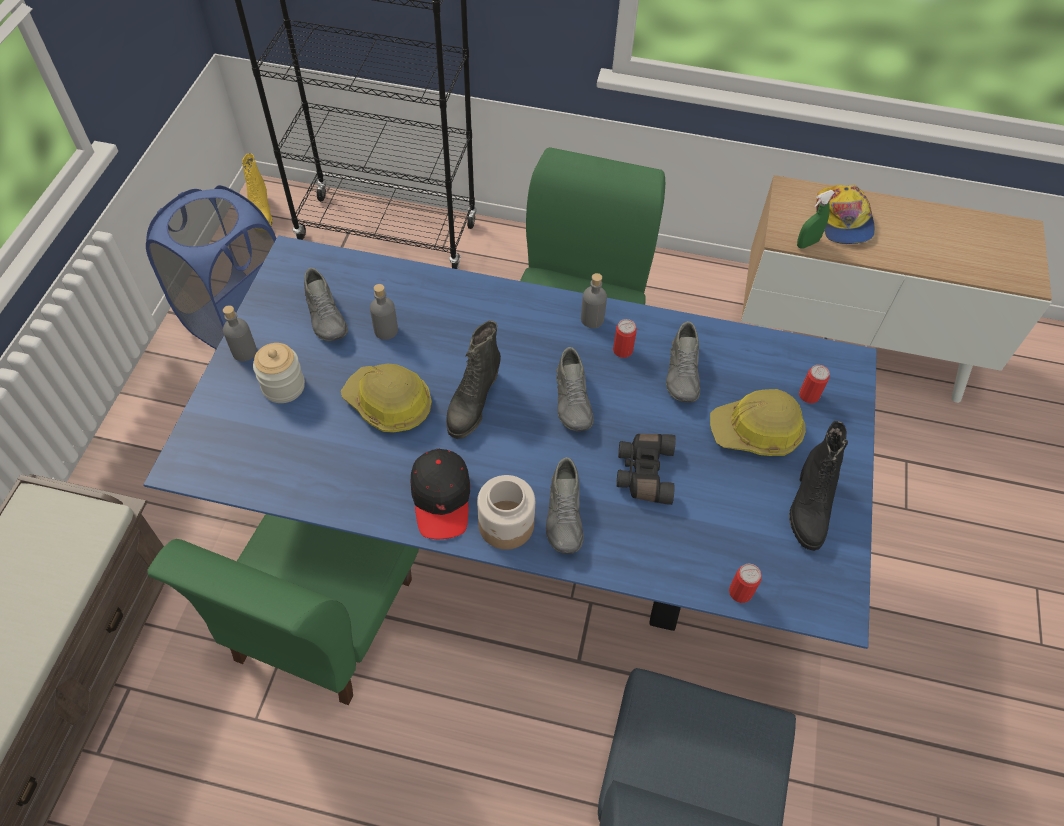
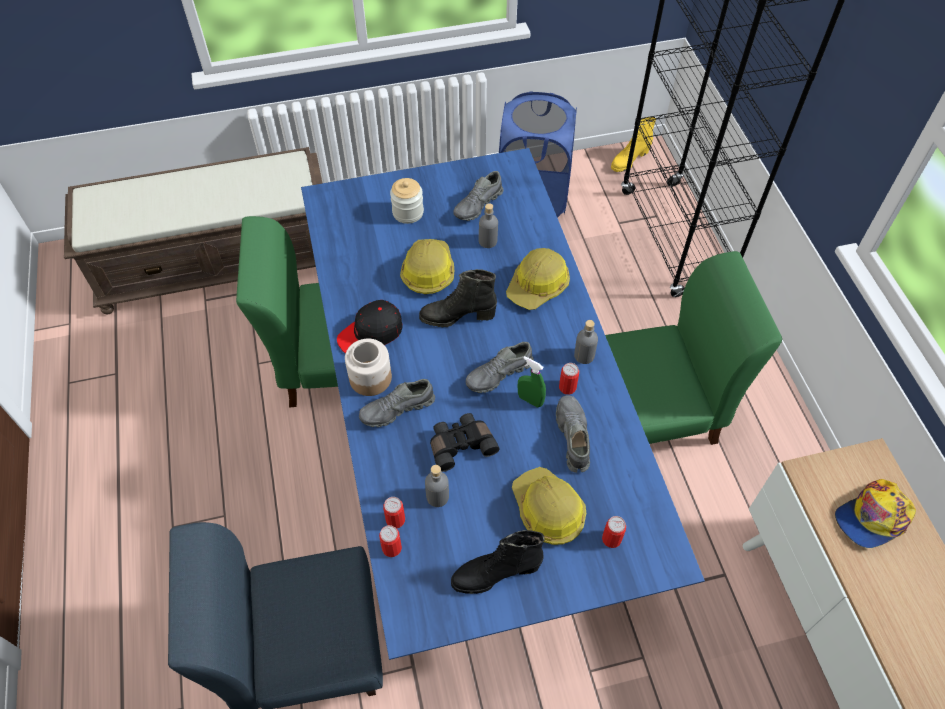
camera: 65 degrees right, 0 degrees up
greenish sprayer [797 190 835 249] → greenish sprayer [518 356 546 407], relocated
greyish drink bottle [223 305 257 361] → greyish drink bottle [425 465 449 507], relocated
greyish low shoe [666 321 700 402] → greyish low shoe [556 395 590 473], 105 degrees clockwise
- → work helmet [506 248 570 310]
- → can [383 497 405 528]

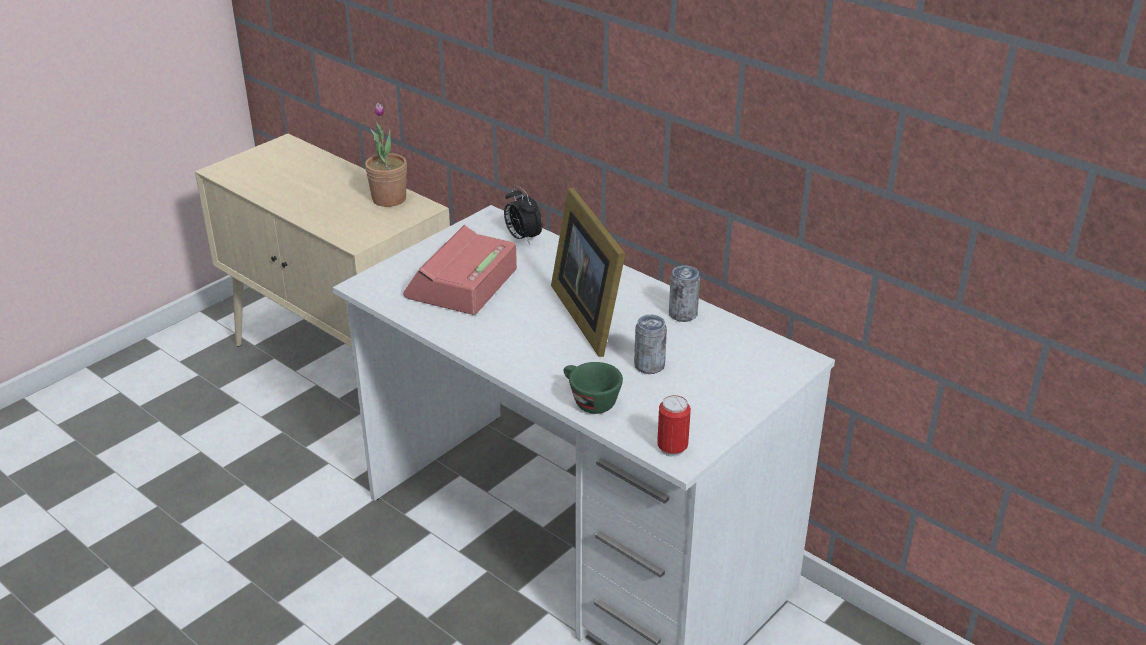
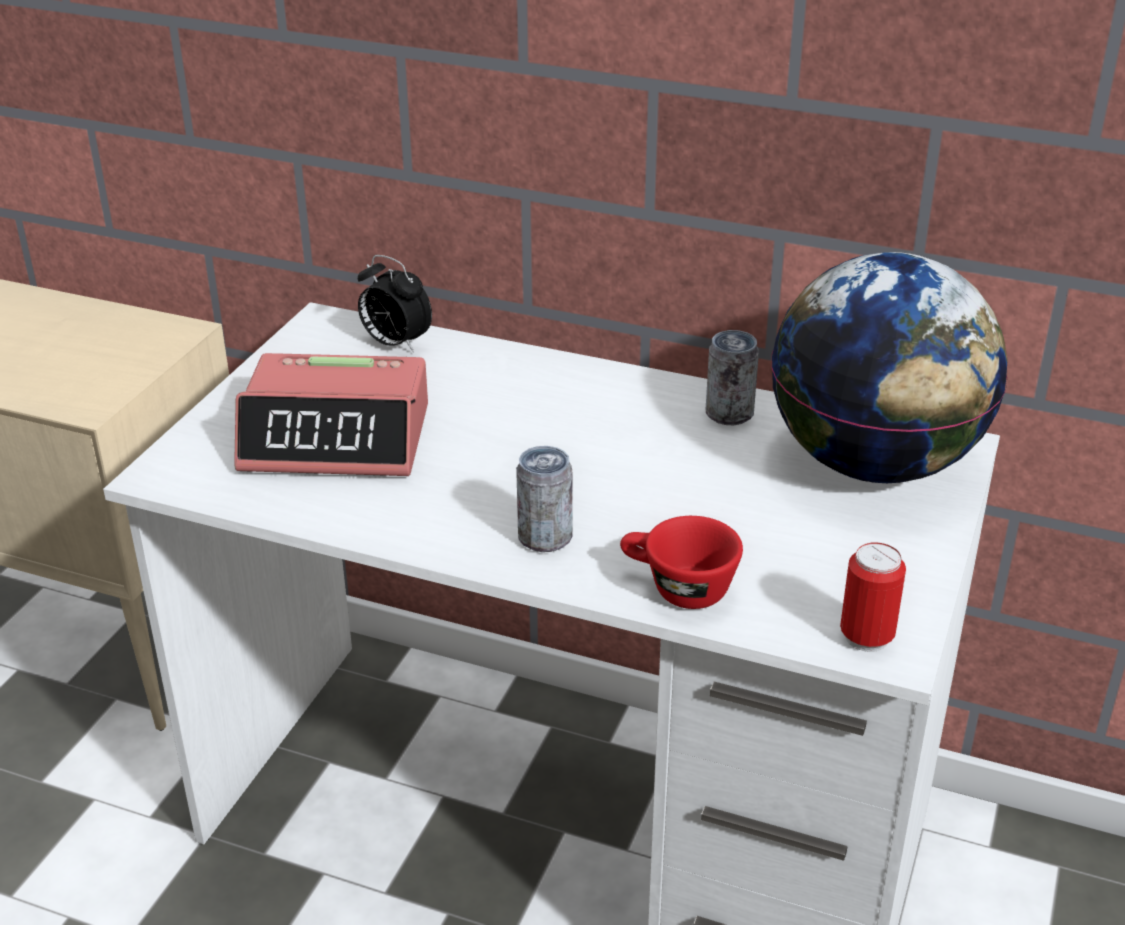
camera: 20 degrees left, 0 degrees up
houseplant [365 103 407 207] → -
photo frame [551 188 626 357] → -
table clock [403 225 517 315] → table clock [234 353 428 476], 90 degrees counterclockwise
can [634 315 667 374] → can [516 446 572 552], relocated
greenish drinking cup [564 362 623 414] → reddish drinking cup [620 516 743 609]
- → desk globe [771 252 1008 483]

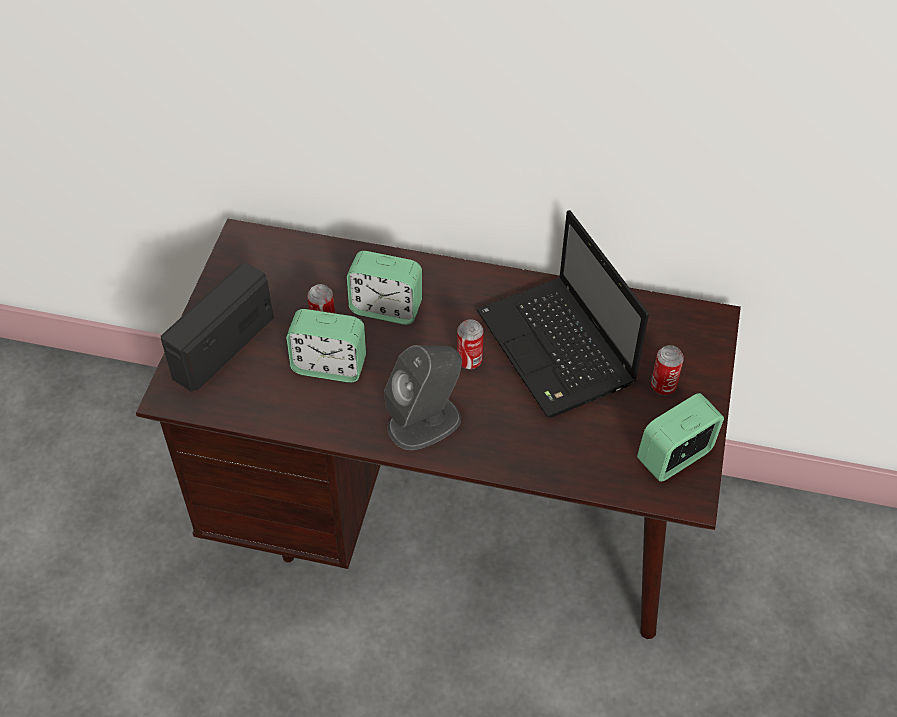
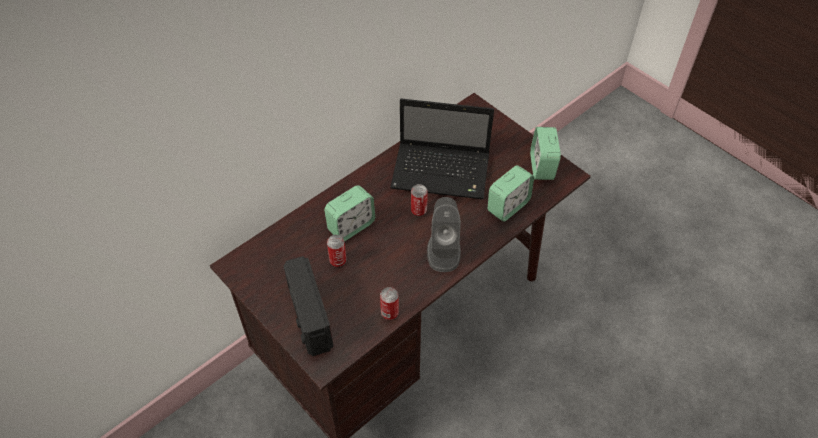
camera: 55 degrees left, 0 degrees up
table clock [286 309 366 382] → table clock [487 165 534 222], relocated
can [651 345 684 396] → can [380 287 399 320], relocated

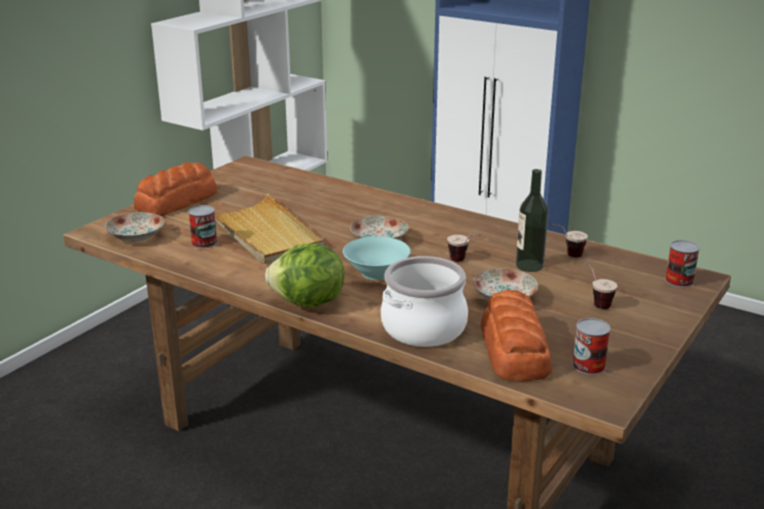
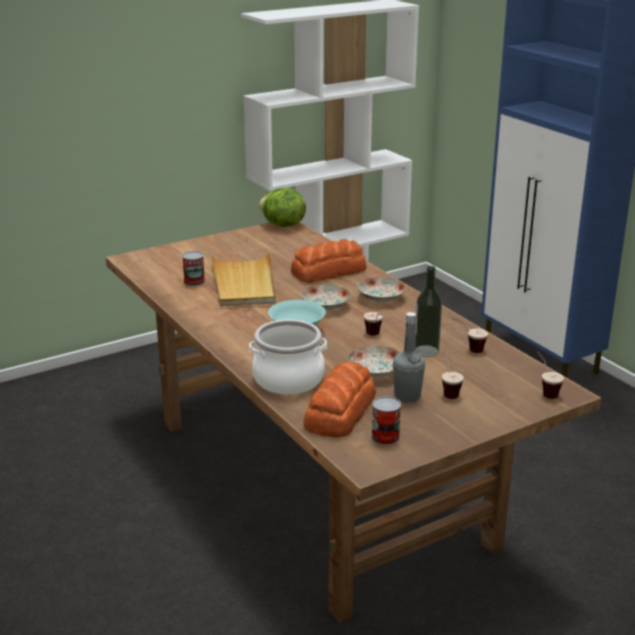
camera: 25 degrees right, 0 degrees up
bakery bread [134 162 218 216] → bakery bread [291 239 367 283], relocated
plate [105 212 164 242] → plate [357 277 406 303], relocated
can [665 240 700 287] → drinking cup [537 351 564 399]
head of lettuce [265 244 345 308] → head of lettuce [259 188 306 227], relocated
- → greyish drink bottle [393 312 425 403]

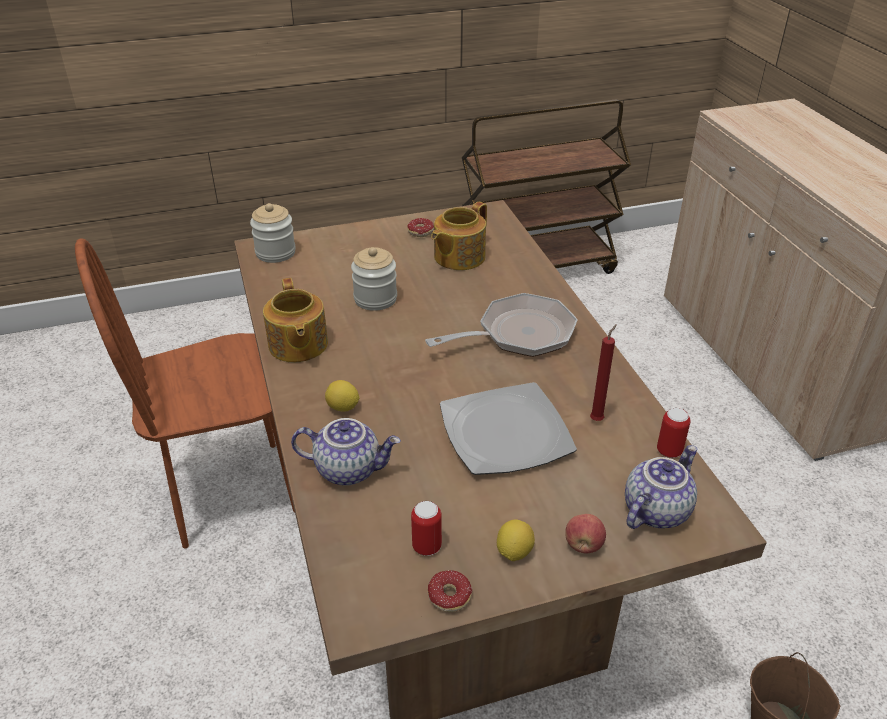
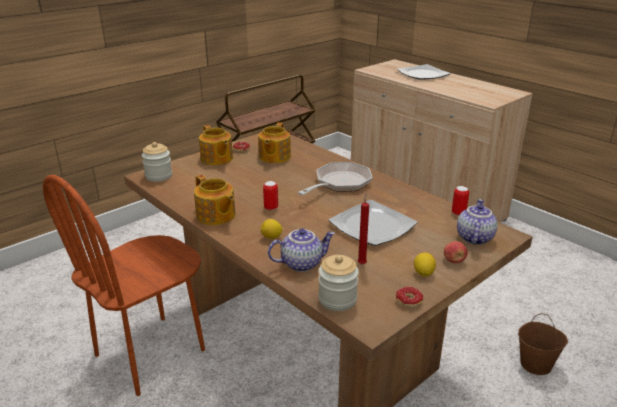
camera: 25 degrees left, 10 degrees down
storage jar [351 247 397 311] → storage jar [318 255 359 311], relocated
reddish candle [590 324 617 421] → reddish candle [358 193 369 264], relocated
can [411 501 442 556] → can [263 181 278 210], relocated
- → plate [397 64 451 79]
- → teapot [199 125 233 165]

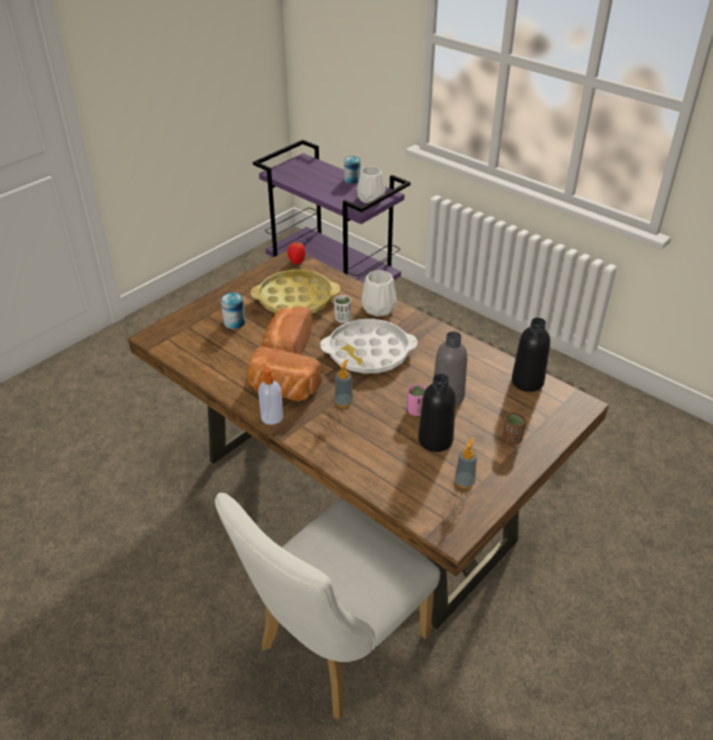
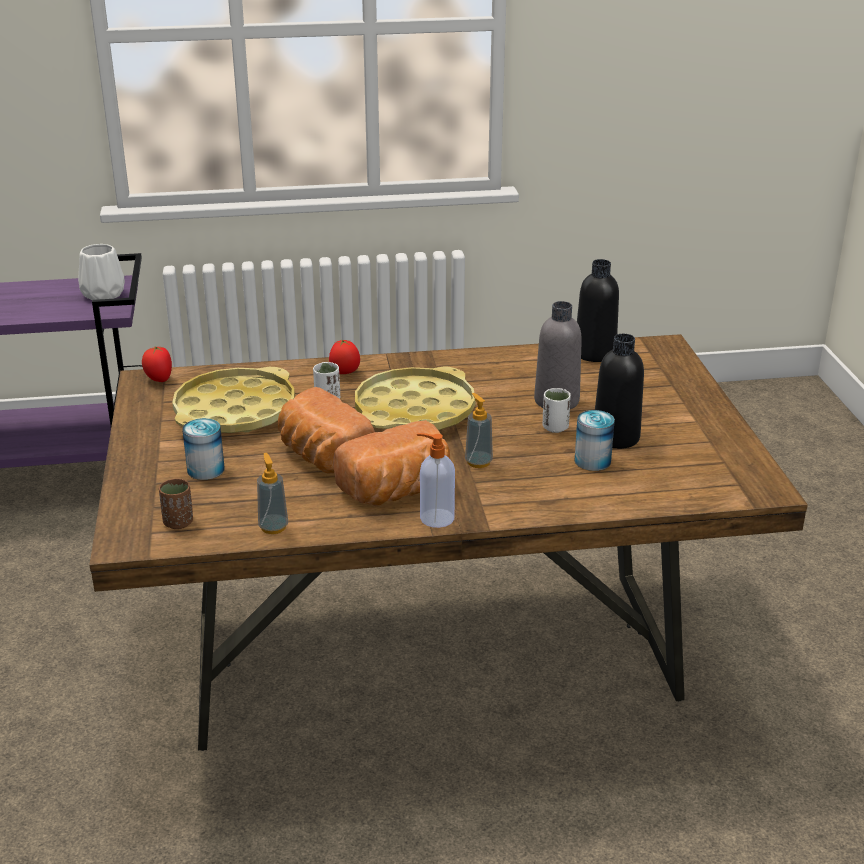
camera: 50 degrees left, 10 degrees down
can [344 156 360 184] → can [574 410 615 471], relocated
white-coloured decorative vase [361 270 397 317] → tomato [329 339 360 374]
white-coloured serving tray [320 319 417 374] → yellowish serving tray [355 366 475 430]
pink drinking cup [407 384 426 416] → white-coloured drinking cup [543 388 571 433]
brown drinking cup [502 412 526 445] → brown drinking cup [159 479 193 529], relocated
liquid soap bottle [454 437 477 489] → liquid soap bottle [257 453 288 534], relocated
white-coloured chair [215 493 440 719] → -

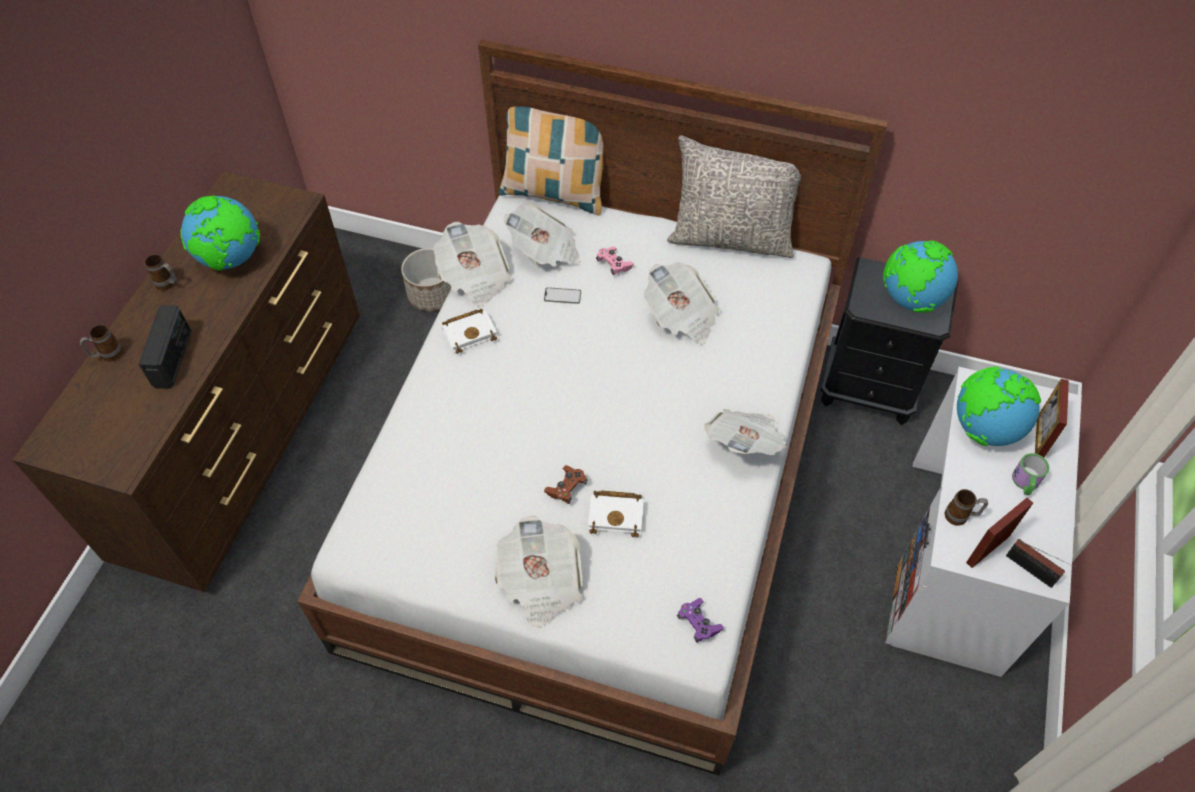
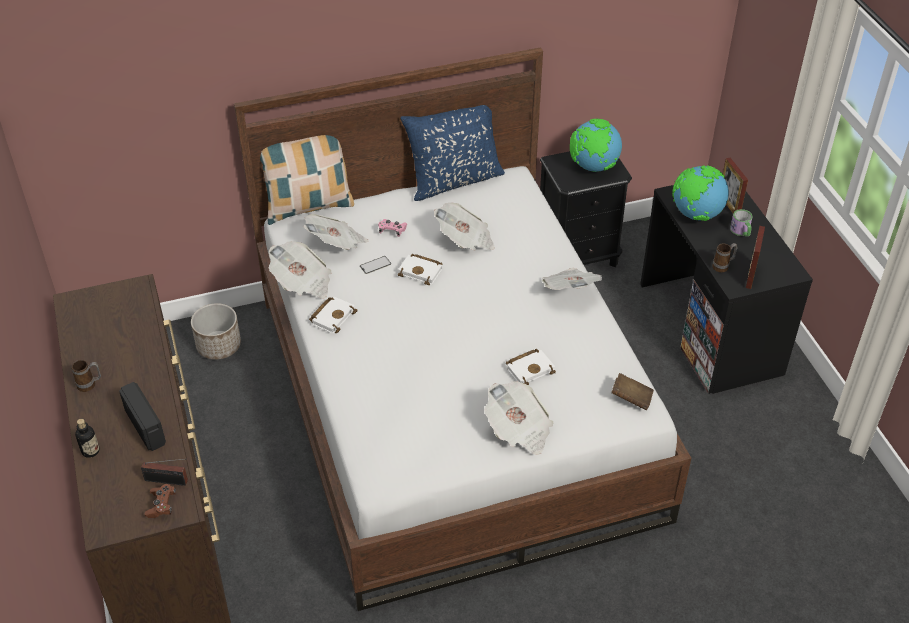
camera: 35 degrees left, 10 degrees down
greyish throw pillow [667 135 801 258] → bluish throw pillow [400 105 505 201]
desk globe [180 196 260 270] → -
coffee mug [80 324 123 362] → drink bottle [75 419 100 458]
white-coloured desk [885 367 1082 677] → black desk [640 185 813 394]
brown joypad [544 465 588 504] → brown joypad [144 484 176 518], relocated
radio [1006 539 1078 588] → radio [141 459 188 486], relocated
purple joypad [677 598 724 643] → brown book [611 373 654 411]
- → white-coloured book [398 254 443 285]

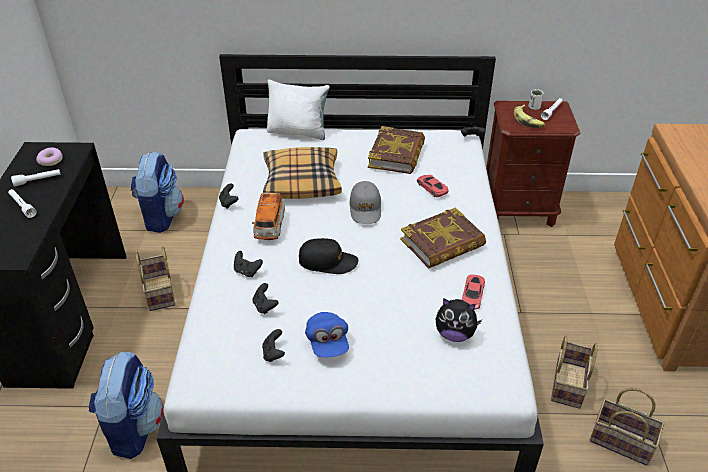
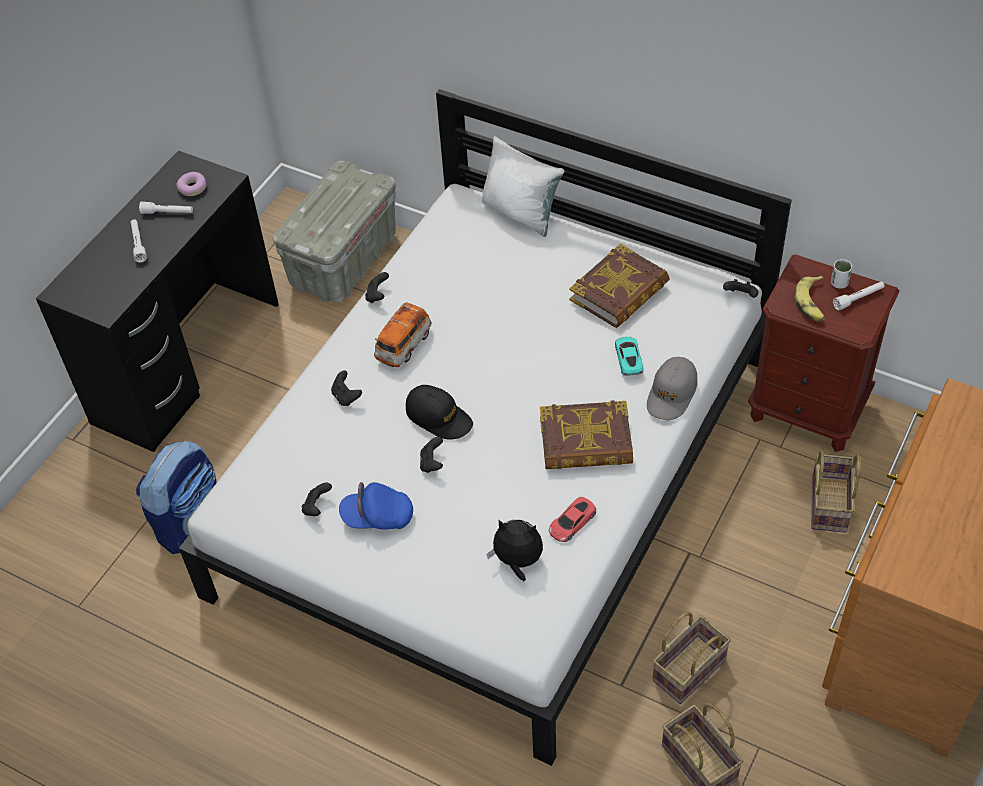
camera: 30 degrees right, 10 degrees up
throw pillow [263 147 342 199] → -
knapsack [130 152 184 233] → greyish storage container [273 161 396 302]
reddish miniature car [417 175 448 197] → blue-green miniature car [615 337 644 376]
greyish peaked cap [349 181 381 224] → greyish peaked cap [647 357 698 420], relocated
basket [135 246 175 311] → basket [811 450 861 533], relocated
black joypad [253 283 279 314] → black joypad [420 437 443 473], relocated
plush toy [436 298 482 342] → plush toy [486 520 543 581], 150 degrees clockwise
bluish peaked cap [305 312 349 357] → bluish peaked cap [339 482 413 530], 75 degrees clockwise

